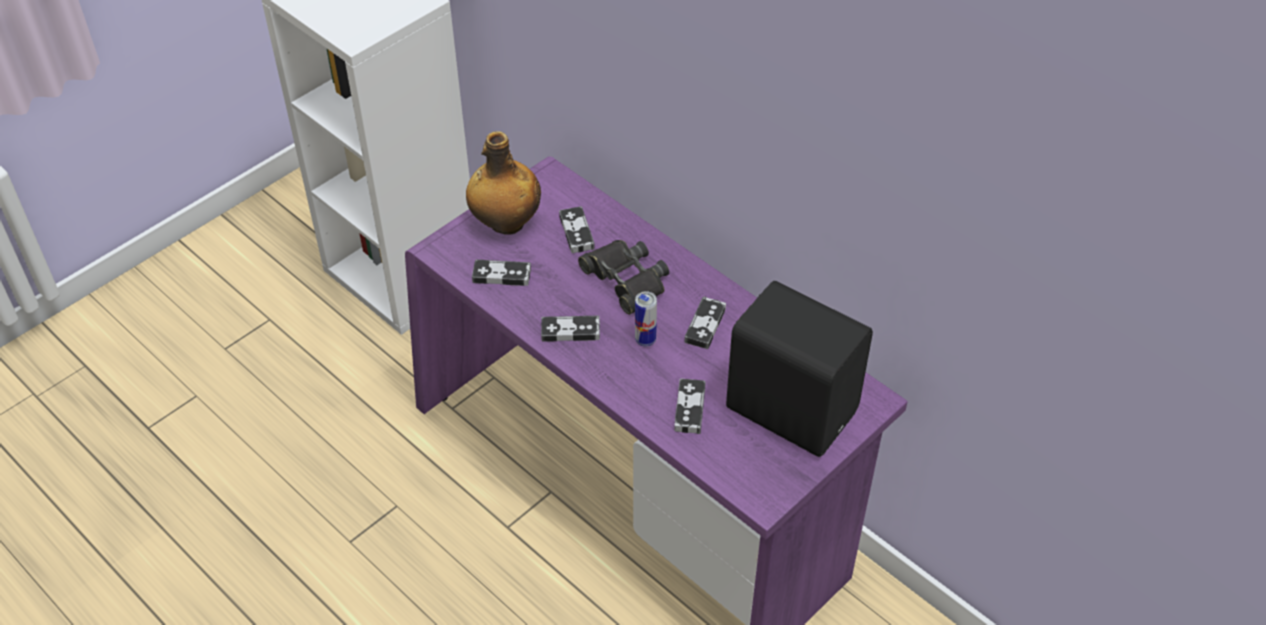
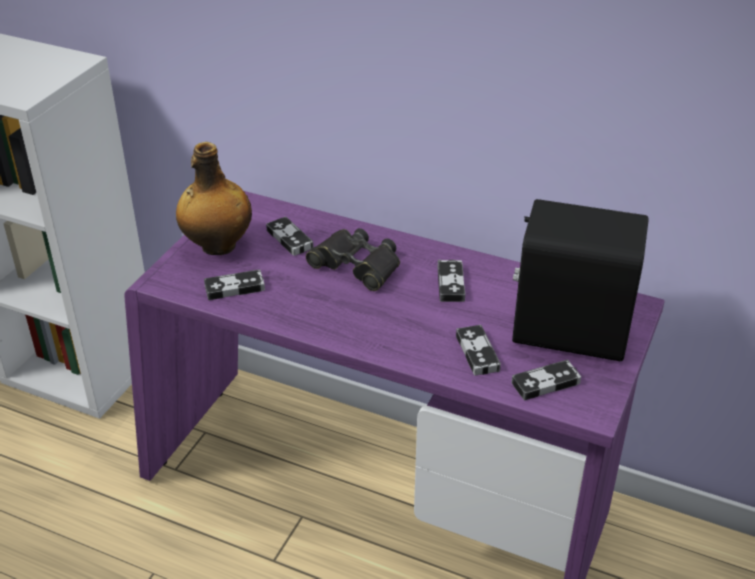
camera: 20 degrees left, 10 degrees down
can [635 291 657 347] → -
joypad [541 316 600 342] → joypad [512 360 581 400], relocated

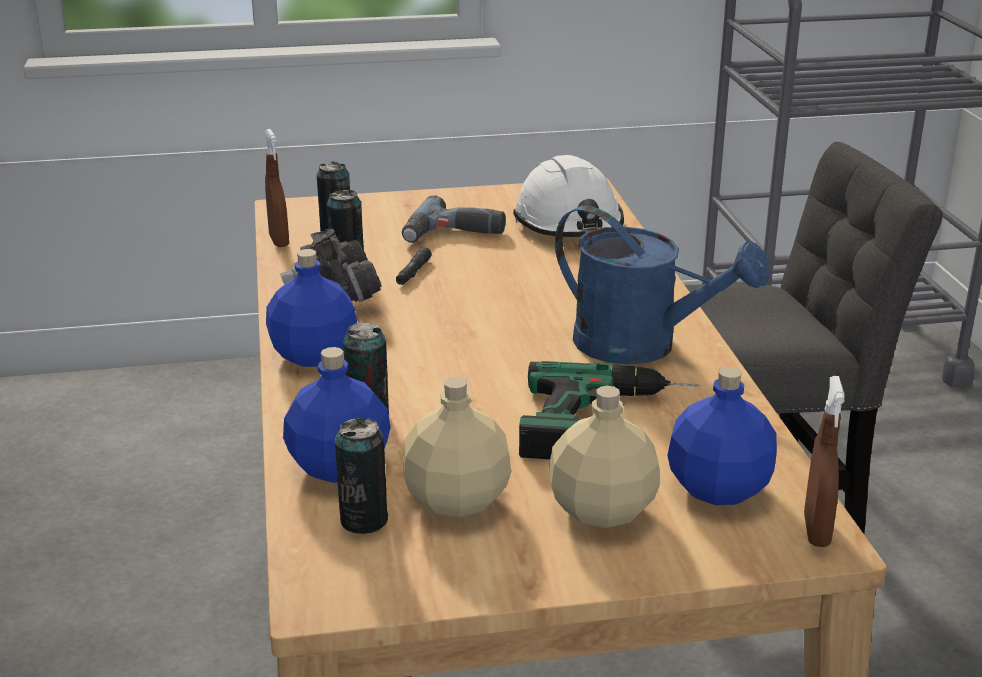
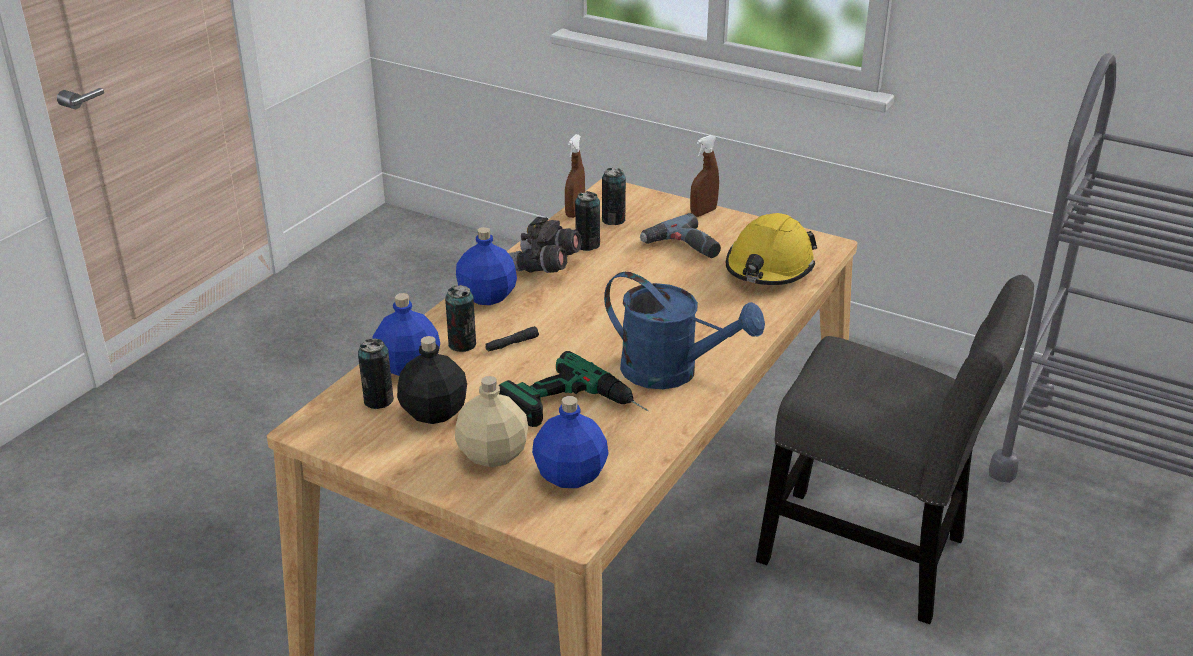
camera: 40 degrees right, 5 degrees up
white-coloured work helmet [513 155 624 237] → yellowish work helmet [726 213 817 285]
bluish watering can [555 206 770 365] → bluish watering can [604 272 765 389], 45 degrees counterclockwise
black hand torch [396 247 432 285] → black hand torch [485 326 539 352], relocated
brown sprayer [804 376 845 547] → brown sprayer [690 135 719 217], relocated
sand-coloured drink bottle [403 377 511 517] → black drink bottle [397 336 467 424]

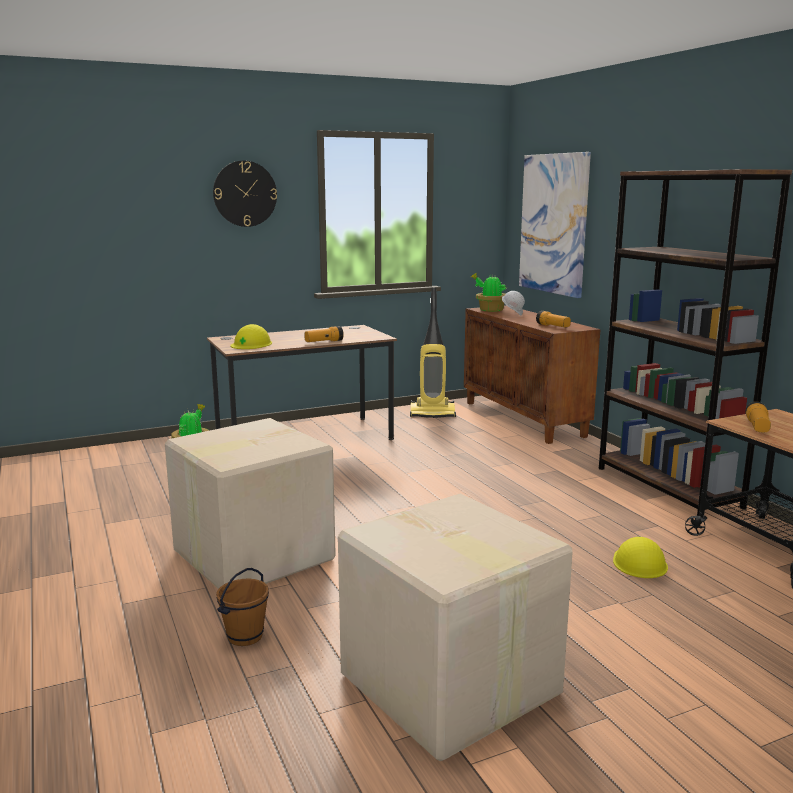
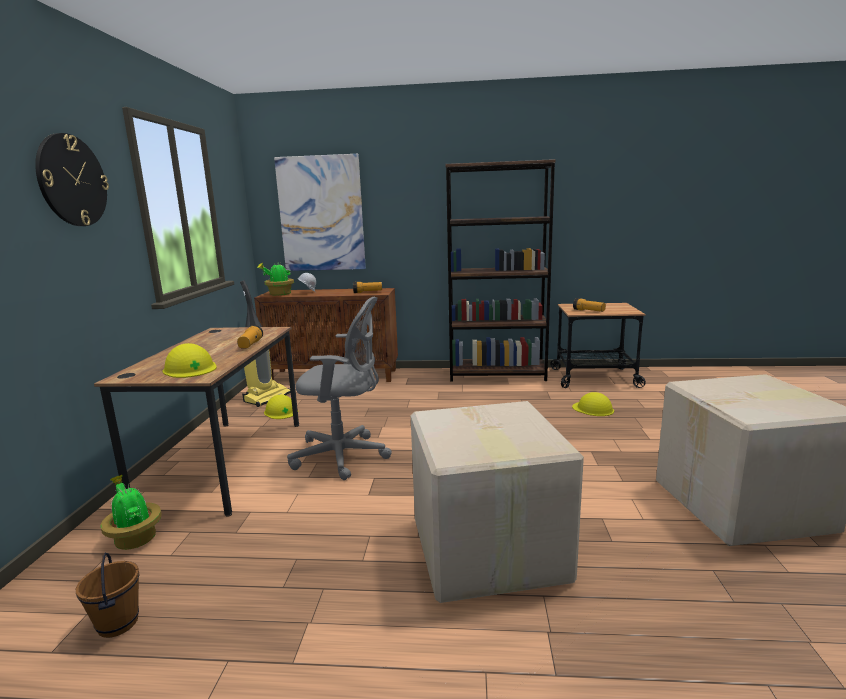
camera: 60 degrees left, 0 degrees up
brown bucket [216 568 269 646] → brown bucket [76 553 139 638], relocated
- → greyish computer chair [287 297 392 480]
- → yellowish work helmet [264 395 293 419]

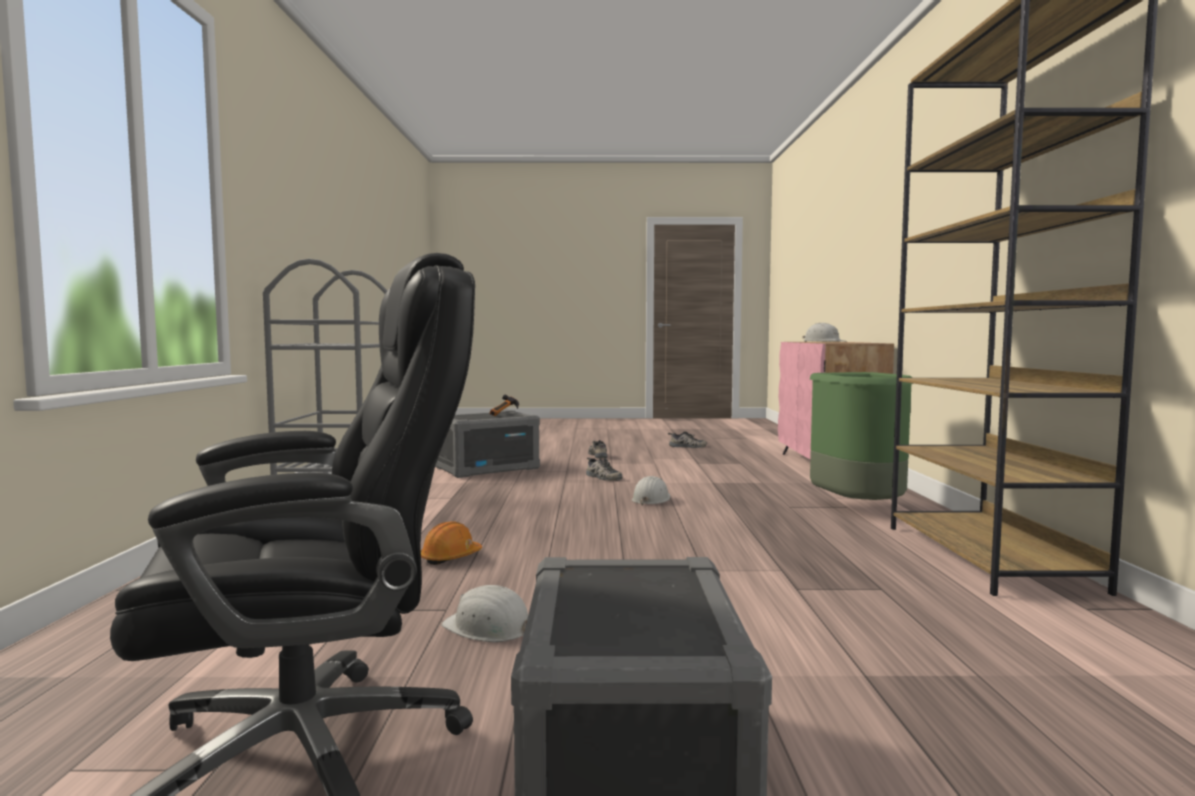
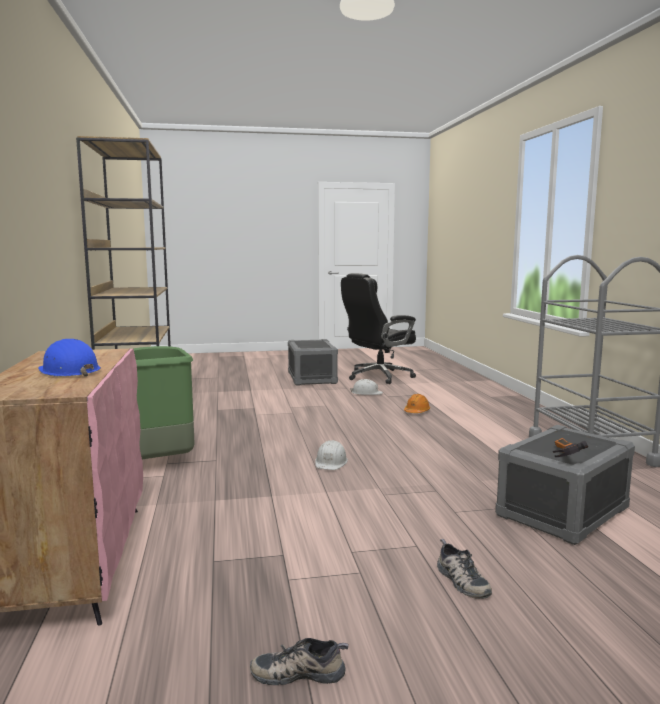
camera: 170 degrees right, 5 degrees up
white-coloured work helmet [802 323 844 342] → bluish work helmet [38 339 101 377]
low shoe [586 457 623 481] → -

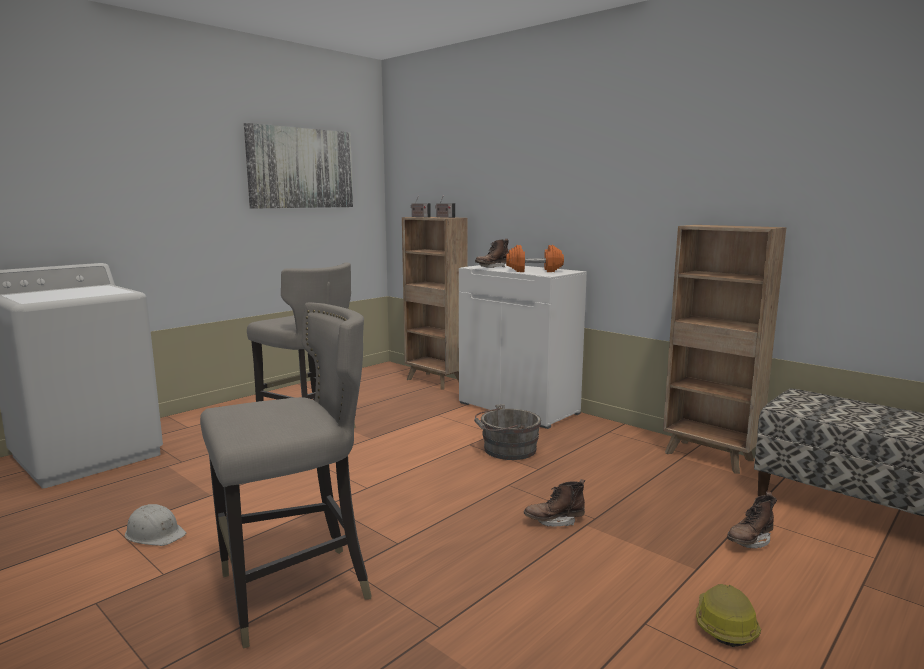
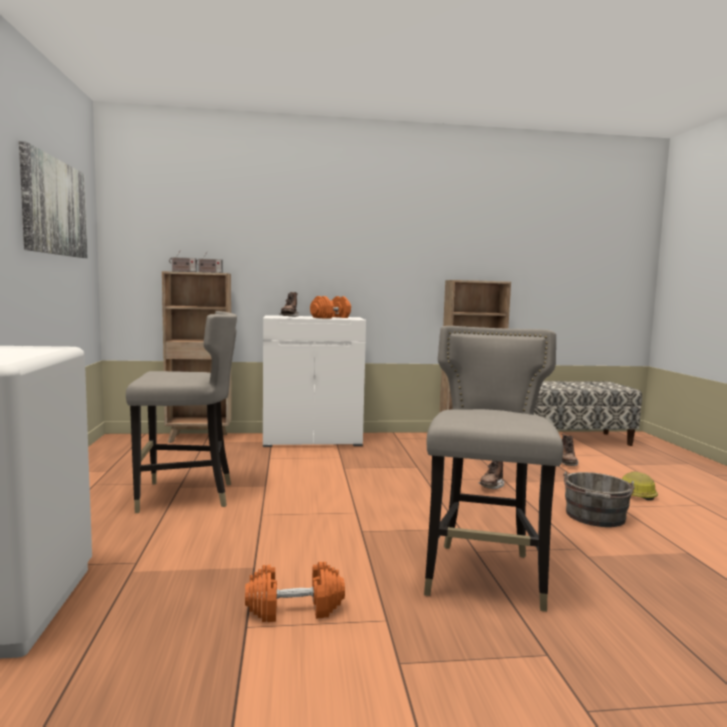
camera: 50 degrees left, 5 degrees down
greyish bucket [474 404 541 460] → greyish bucket [563 471 635 527], relocated
white-coloured work helmet [125 504 186 546] → orange dumbbell [245 562 345 622]

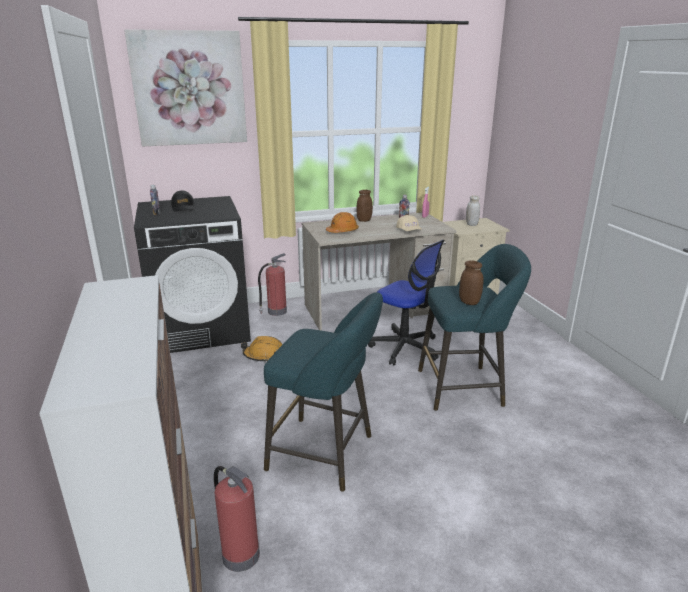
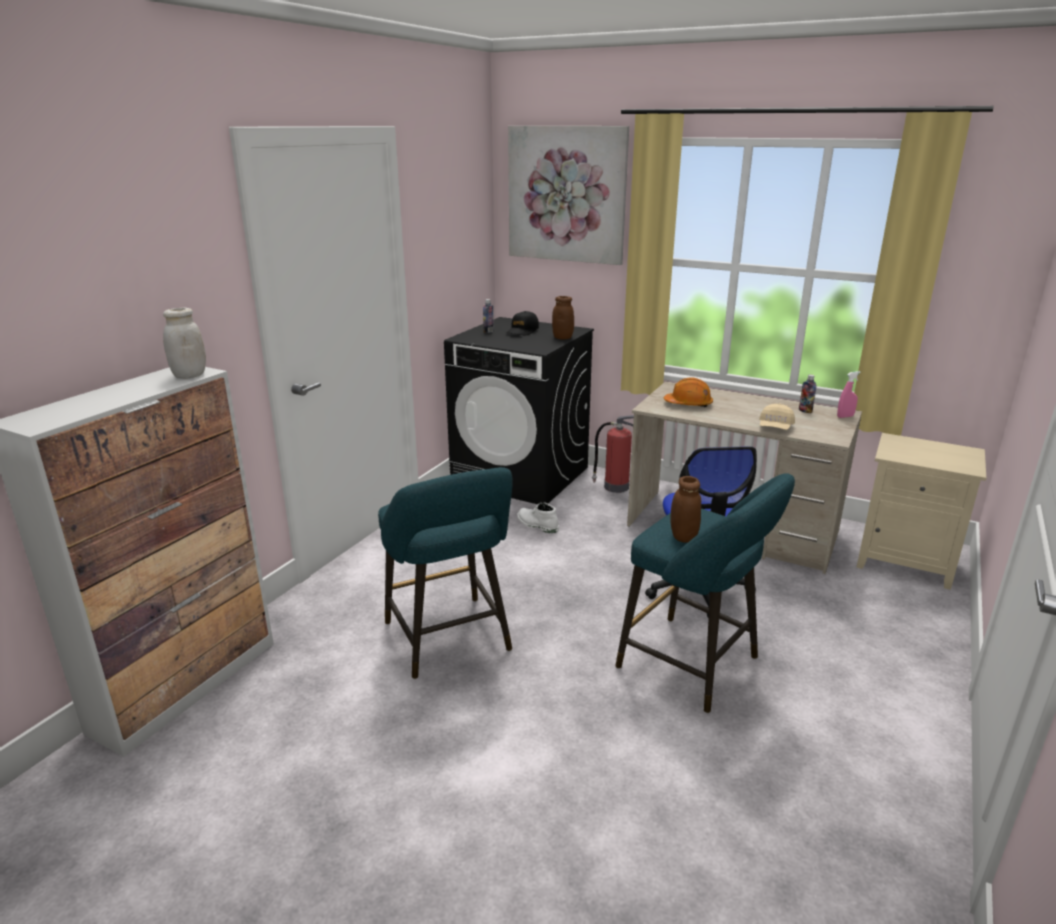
camera: 45 degrees right, 0 degrees up
brown storage jar [357 190 373 222] → brown storage jar [552 296 574 339], relocated
white-coloured storage jar [466 195 480 226] → white-coloured storage jar [163 308 206 378], relocated
orange work helmet [241 336 283 363] → white-coloured tall boot [517 503 559 533]
extinguisher [214 466 260 572] → -

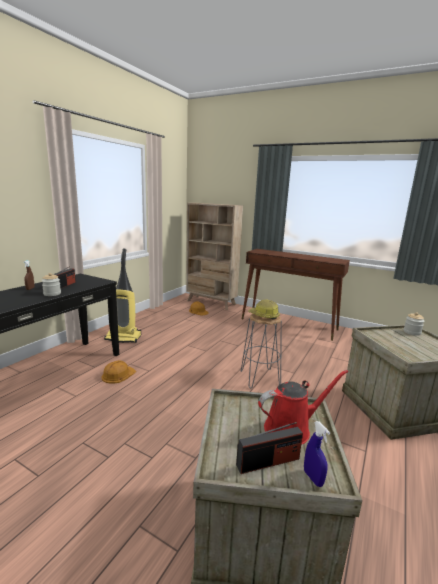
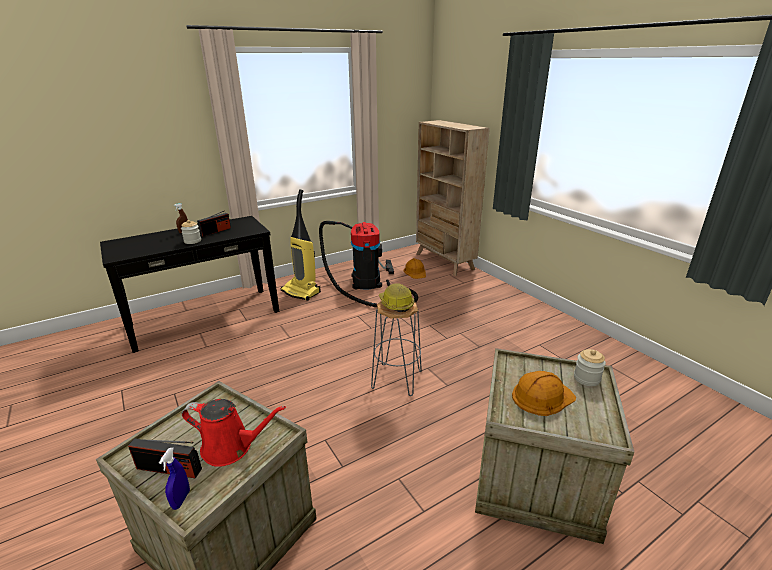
camera: 30 degrees right, 10 degrees up
brown narrow table [242 249 350 341] → -
orange work helmet [102 360 136 383] → orange work helmet [512 371 576 416], relocated
- → hoover [319 221 418 307]

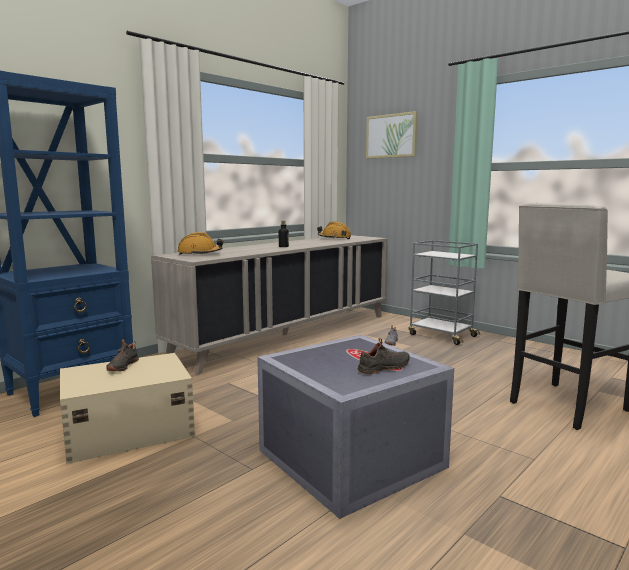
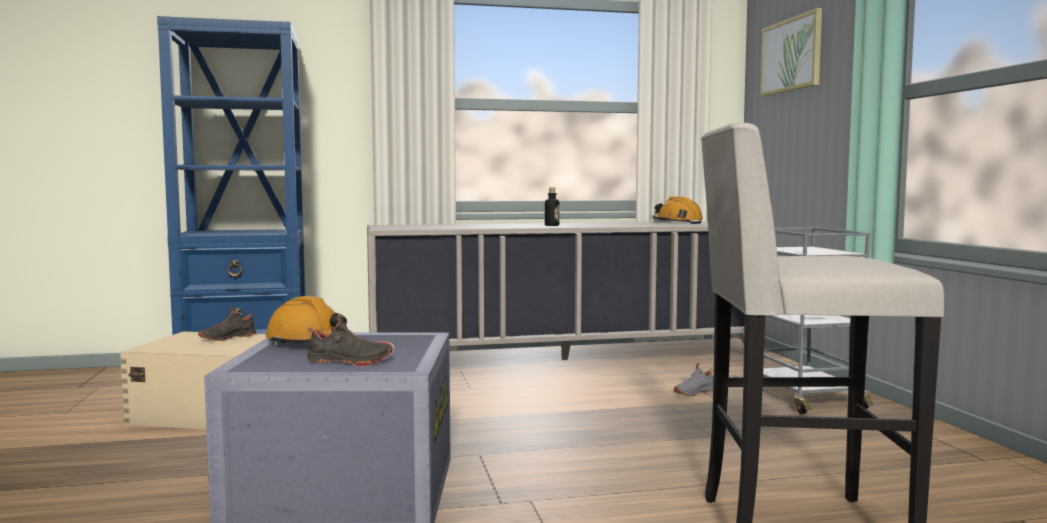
camera: 35 degrees right, 5 degrees down
orange work helmet [177 232 223 255] → orange work helmet [265 296 351 345], relocated

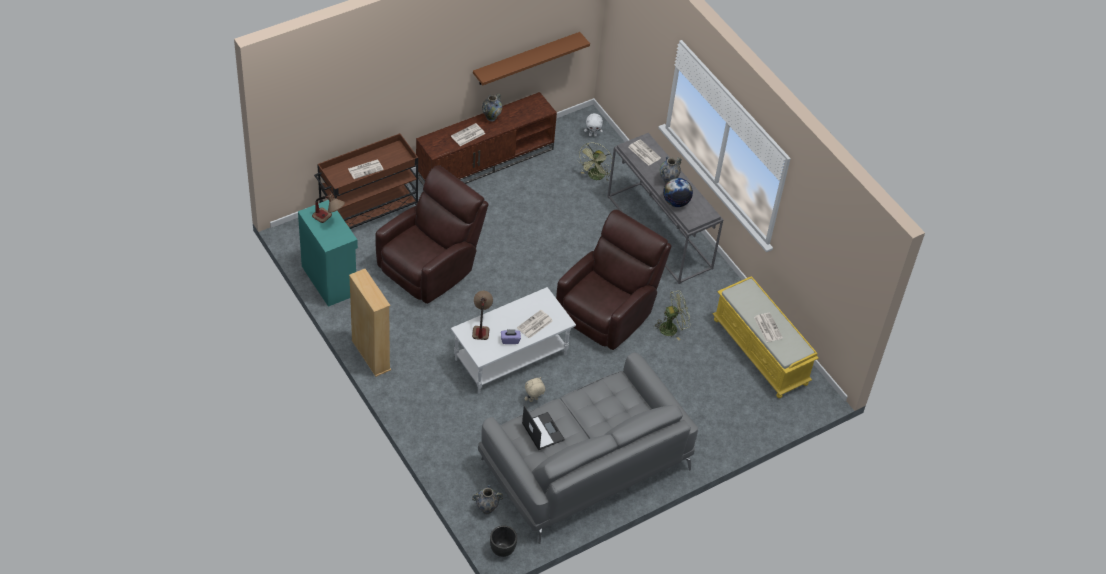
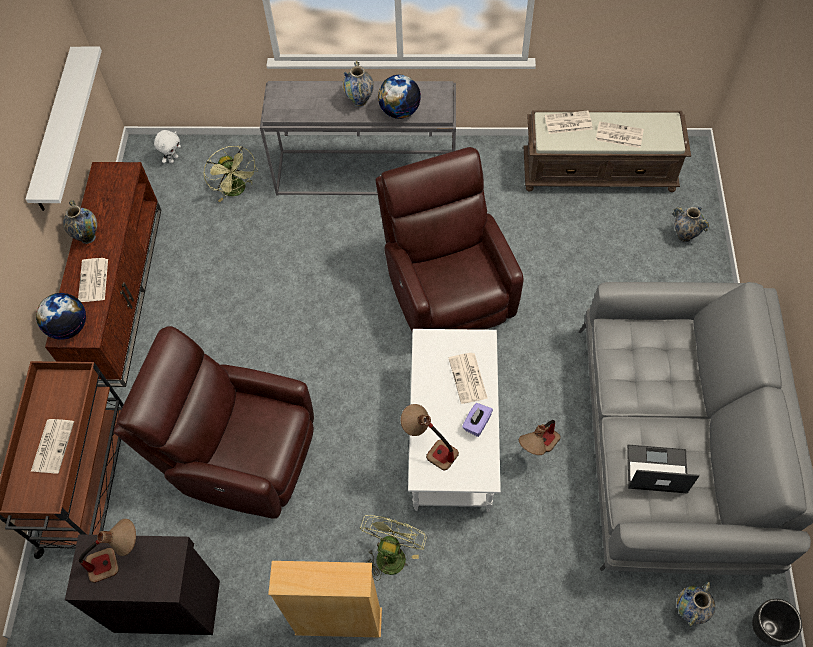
camera: 50 degrees left, 10 degrees up
brown wall shelf [473 32 590 85] → white-coloured wall shelf [26 47 102 211]
printed paper [628 139 661 166] → printed paper [545 111 593 134], relocated
brown lounge chair [375 165 489 304] → brown lounge chair [114 326 314 519], 60 degrees counterclockwise
blue-green cabinet [298 200 358 307] → black cabinet [65 534 220 635]
yellowish indoor bench [713 276 819 398] → brown indoor bench [523 110 691 192]
greenish fan [653 290 691 340] → greenish fan [360 515 427 581], relocated
sand-coloured plush toy [524 377 545 402] → table lamp [519 420 561 455]
- → decorative vase [672 207 709 242]
- → desk globe [36 293 86 340]

